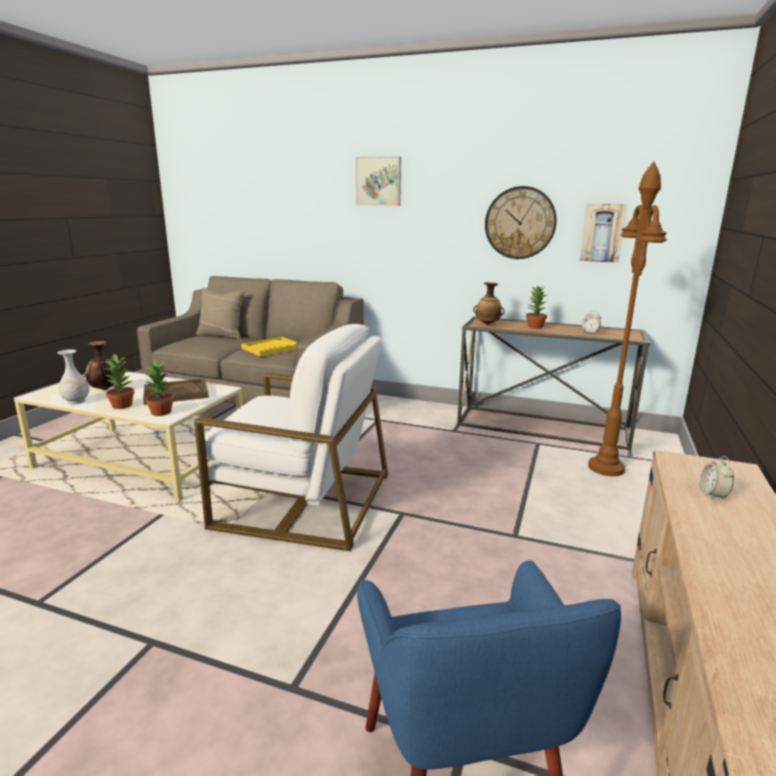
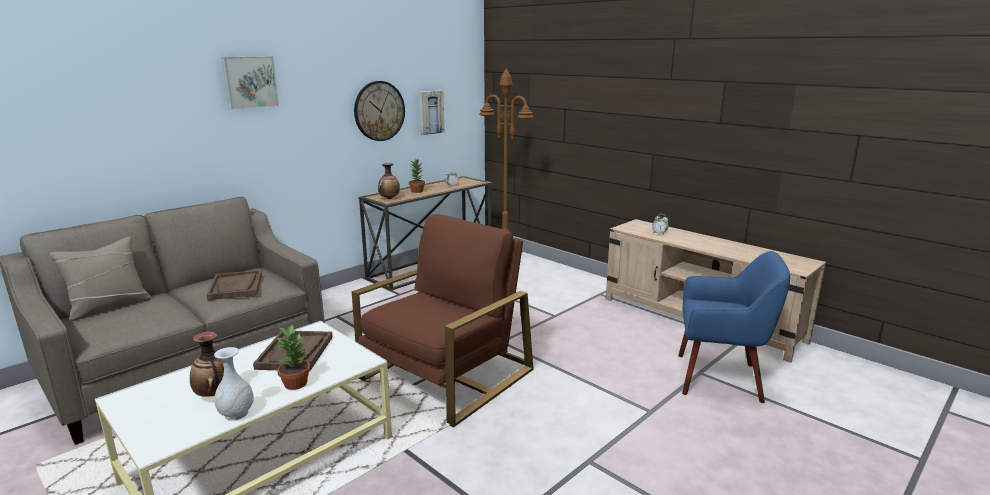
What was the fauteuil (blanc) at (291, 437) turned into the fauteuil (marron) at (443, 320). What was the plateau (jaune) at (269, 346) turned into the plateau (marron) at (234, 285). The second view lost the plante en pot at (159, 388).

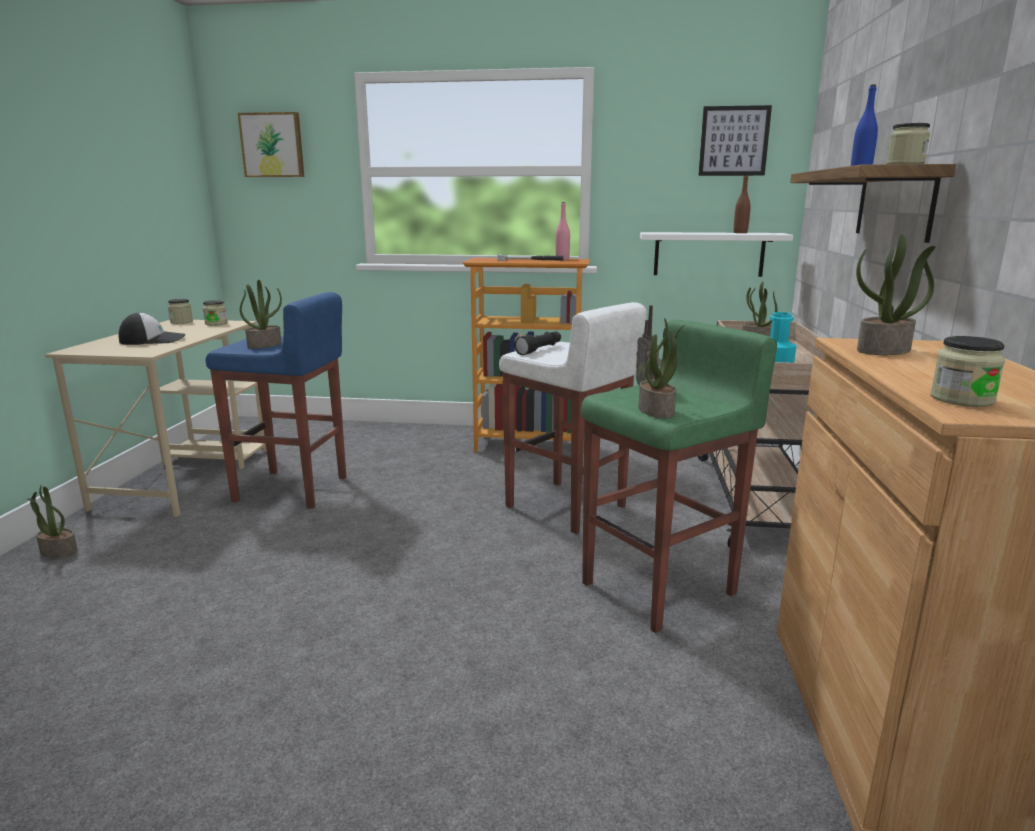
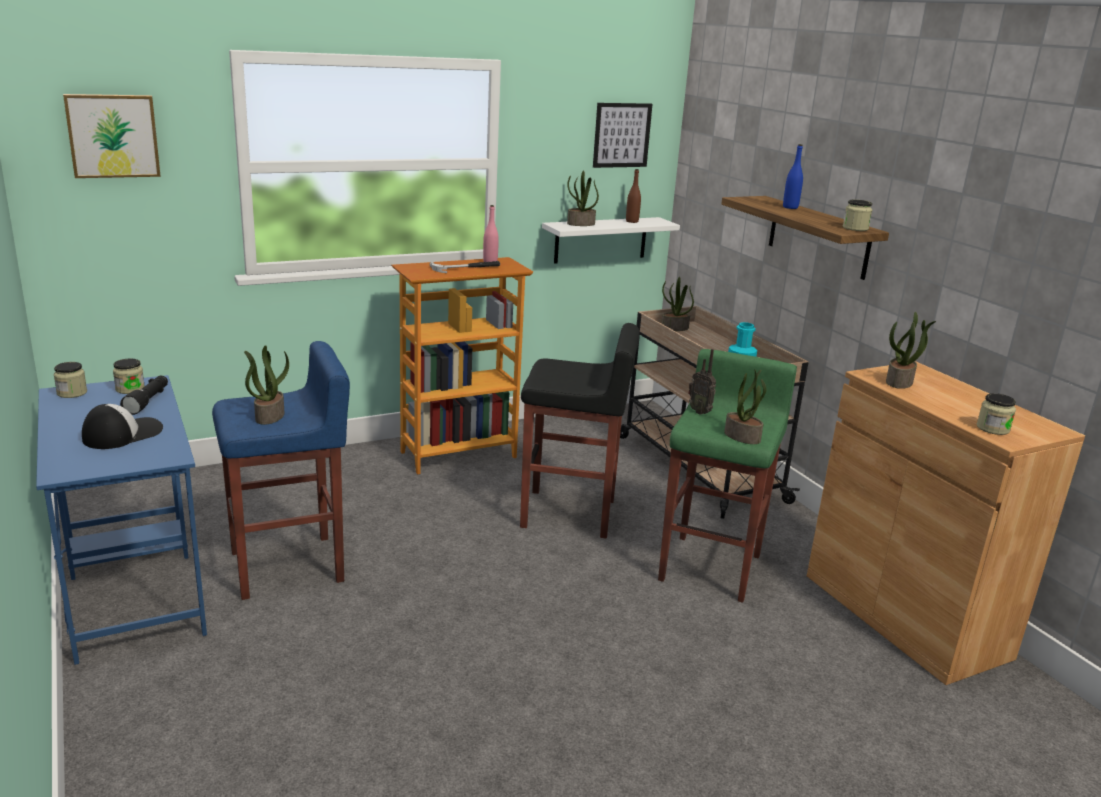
What was the tabouret (blanc) at (572, 418) turned into the tabouret (noir) at (579, 431). What was the bureau (beige) at (156, 418) turned into the bureau (bleu) at (121, 520). The lampe de poche (noir) ended up elsewhere, having gone from (537, 343) to (144, 395). The plante en pot ended up elsewhere, having gone from (52, 521) to (583, 198).

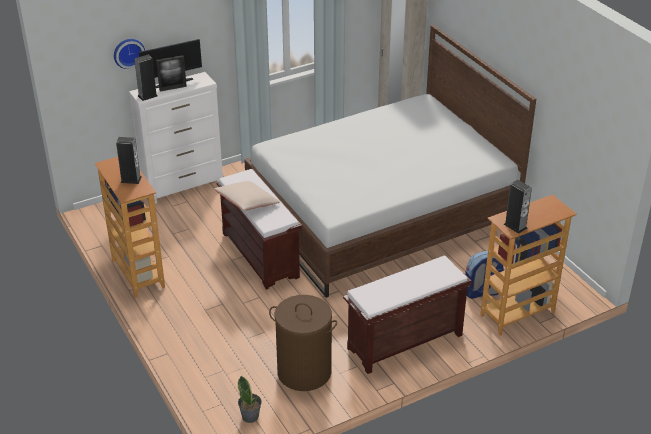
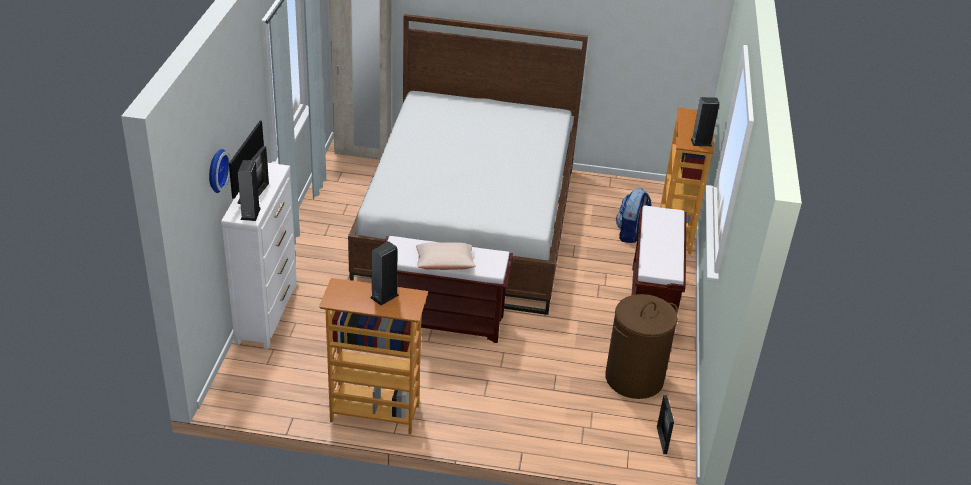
Where the plante en pot stood at (250, 399), the cadre photo came to stand at (665, 424).

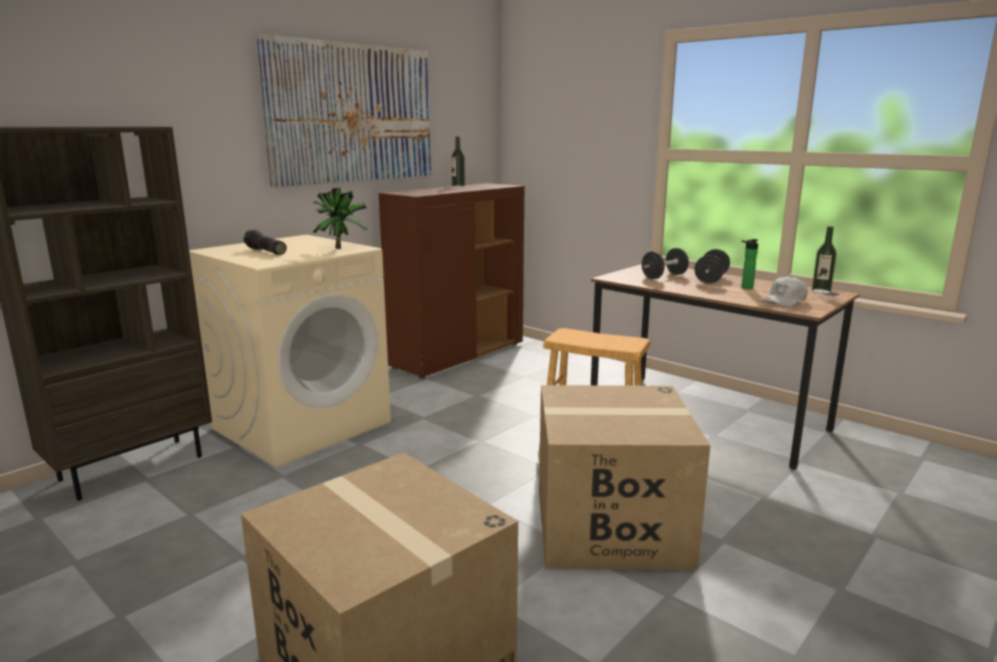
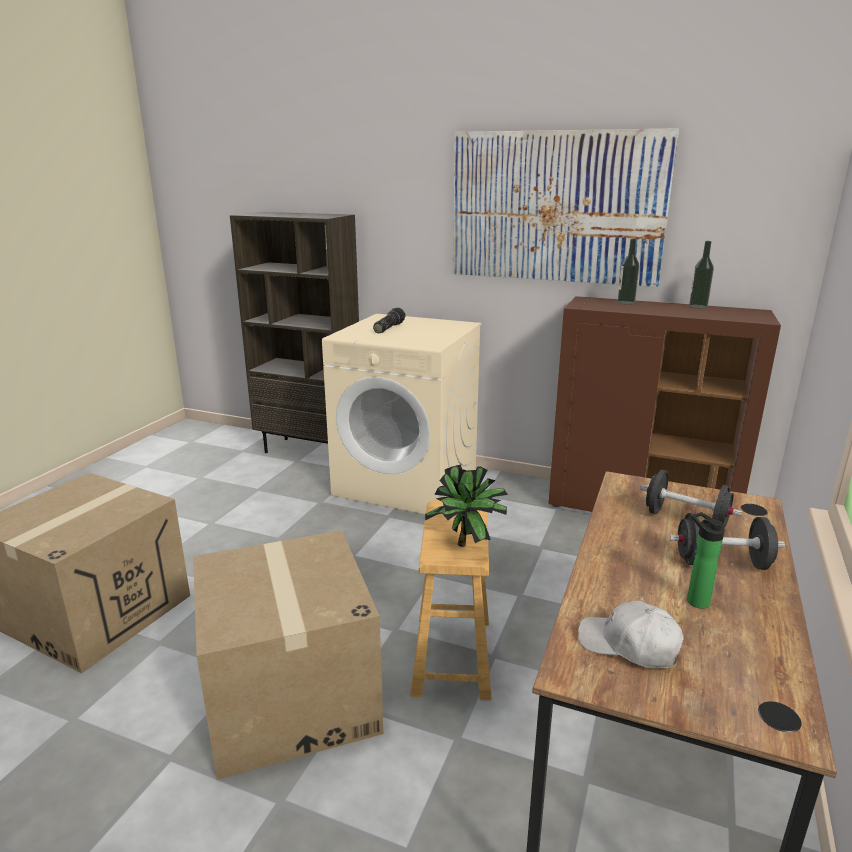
The plante en pot ended up elsewhere, having gone from (339, 218) to (466, 506). The bouteille ended up elsewhere, having gone from (824, 260) to (628, 272).

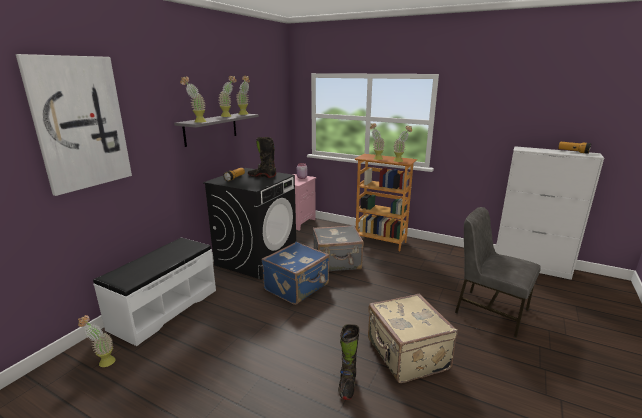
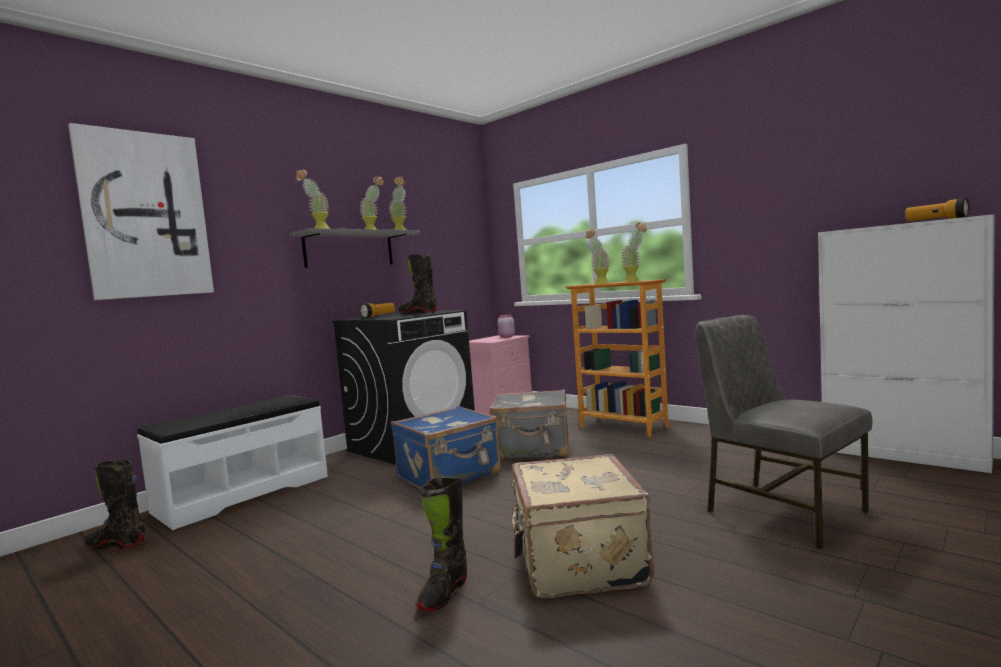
Where the plante en pot stood at (97, 341), the botte (noir) came to stand at (114, 504).

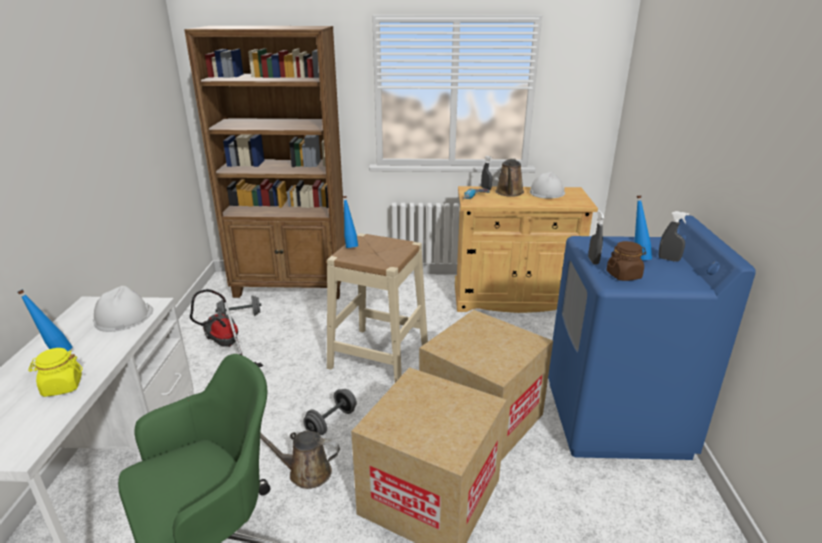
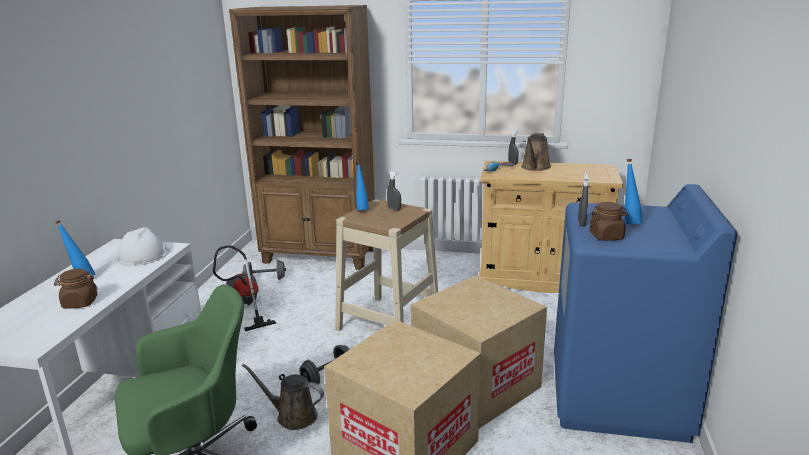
The second view lost the casque de chantier (blanc) at (547, 185). The vaporisateur (gris) ended up elsewhere, having gone from (674, 236) to (394, 190). What was the bocal (jaune) at (55, 372) turned into the bocal (marron) at (76, 288).

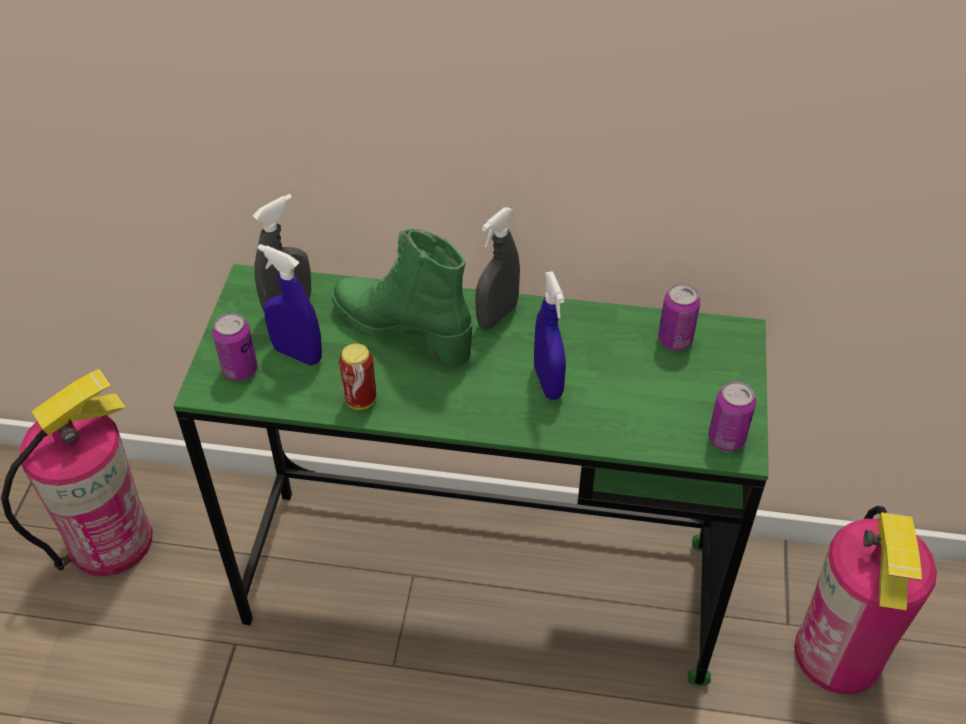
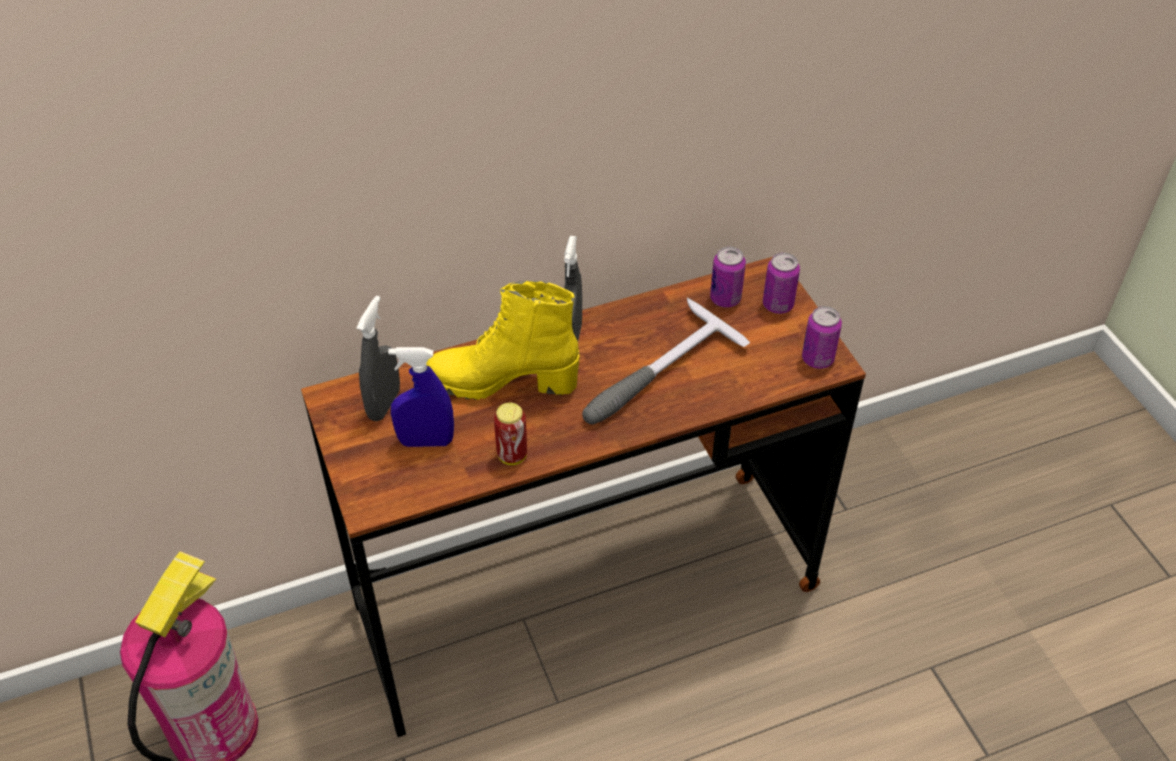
What was the botte (vert) at (402, 298) turned into the botte (jaune) at (503, 340). What was the bureau (vert) at (471, 475) turned into the bureau (marron) at (583, 497). Where the vaporisateur (bleu) stood at (550, 335), the marteau came to stand at (666, 361). The boîte métallique ended up elsewhere, having gone from (235, 347) to (781, 283). The second view lost the extincteur at (865, 600).

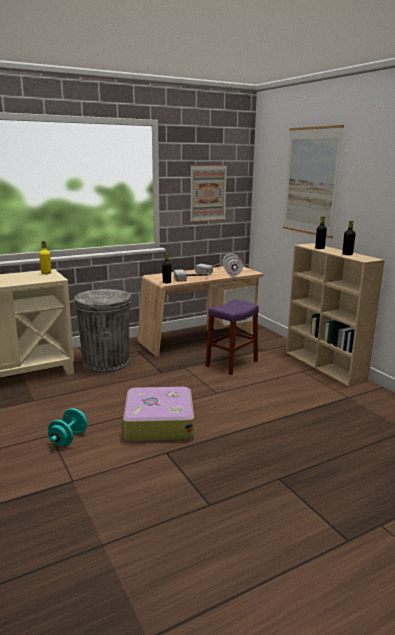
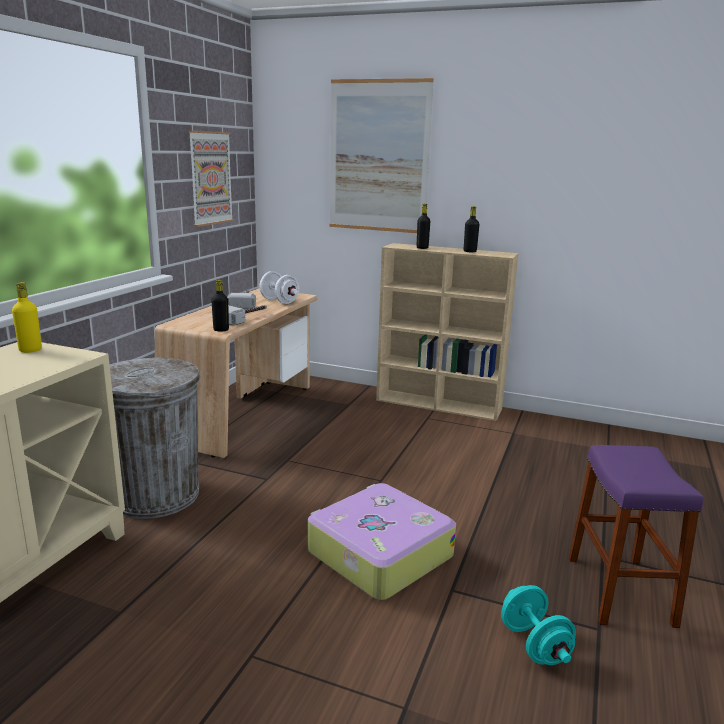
The tabouret (violet) ended up elsewhere, having gone from (232, 337) to (636, 536). The haltère (turquoise) ended up elsewhere, having gone from (67, 427) to (538, 625).

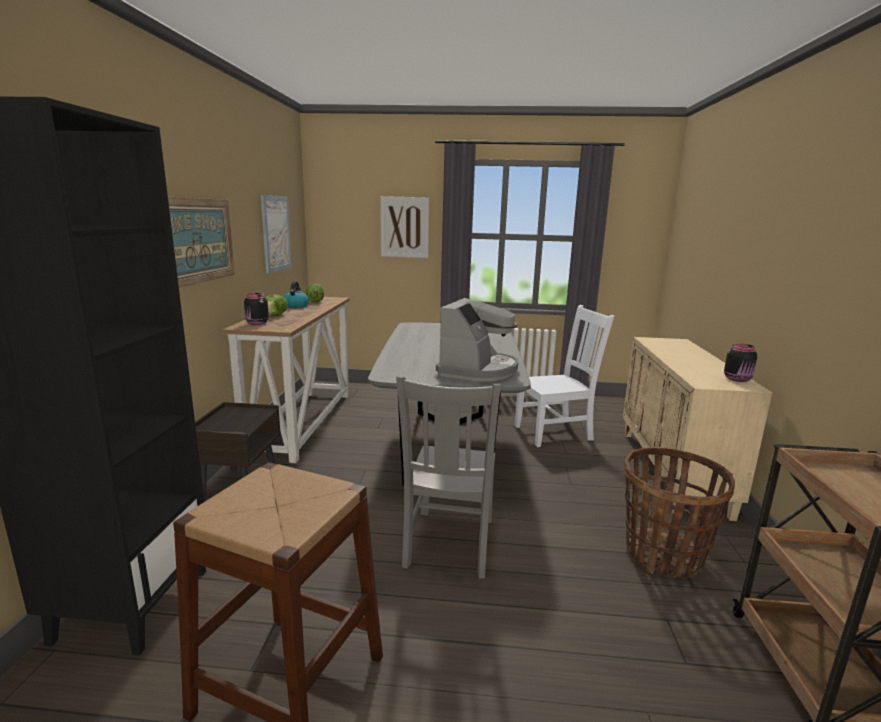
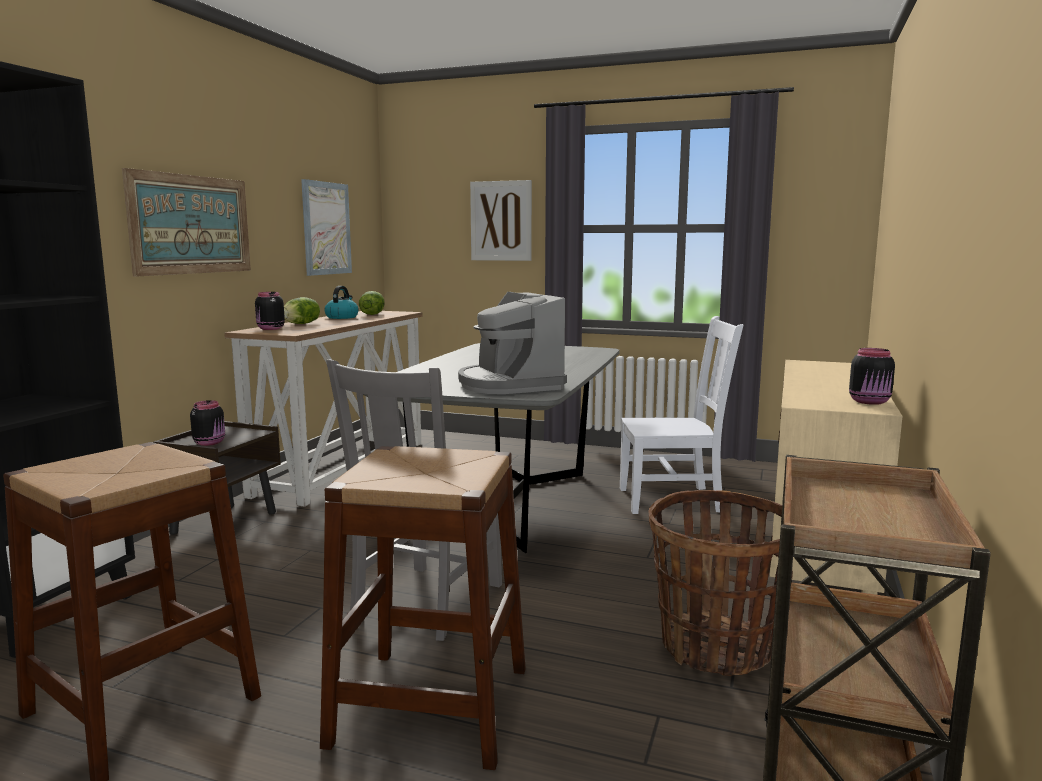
The machine à café at (477, 340) ended up facing another way, 120 degrees clockwise from before. The second view gained the bocal (noir) at (207, 423). The second view gained the tabouret (marron) at (423, 608).

